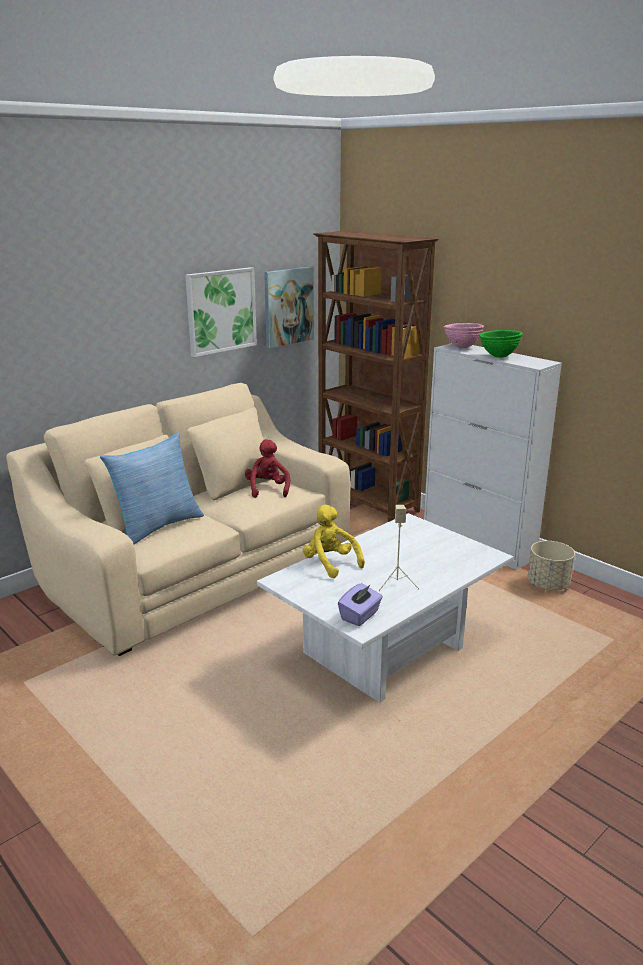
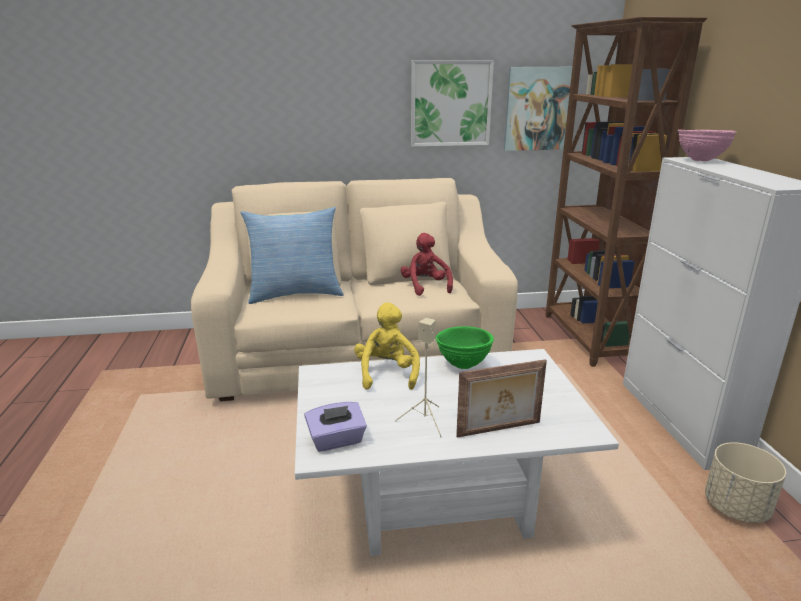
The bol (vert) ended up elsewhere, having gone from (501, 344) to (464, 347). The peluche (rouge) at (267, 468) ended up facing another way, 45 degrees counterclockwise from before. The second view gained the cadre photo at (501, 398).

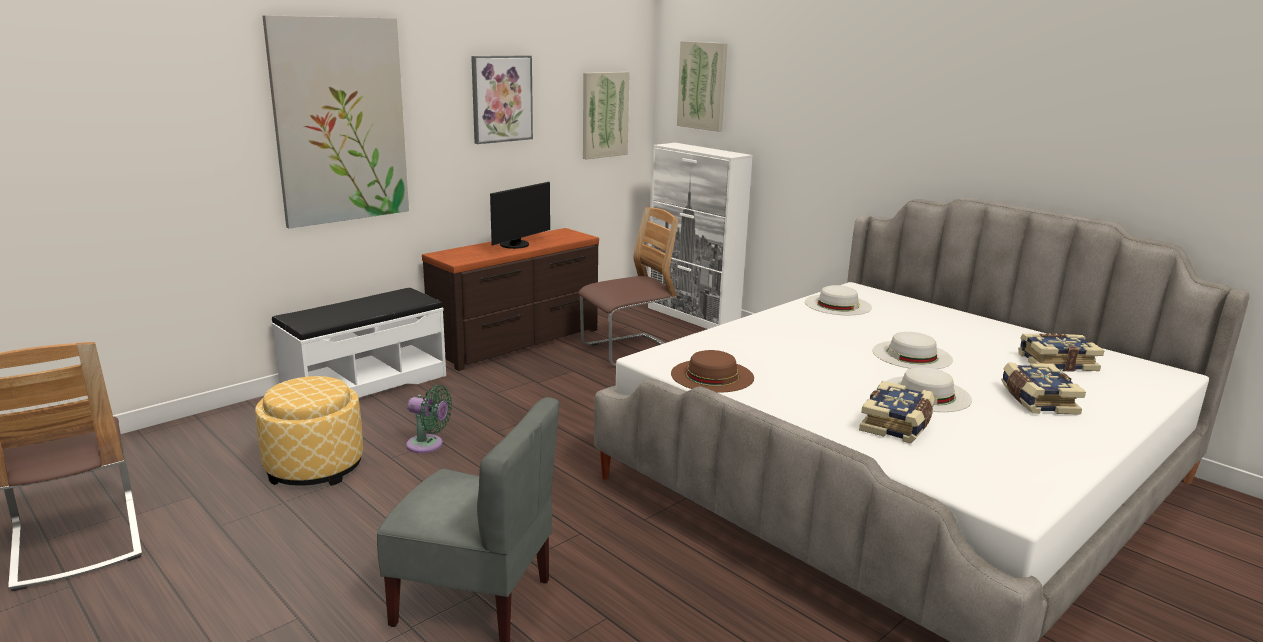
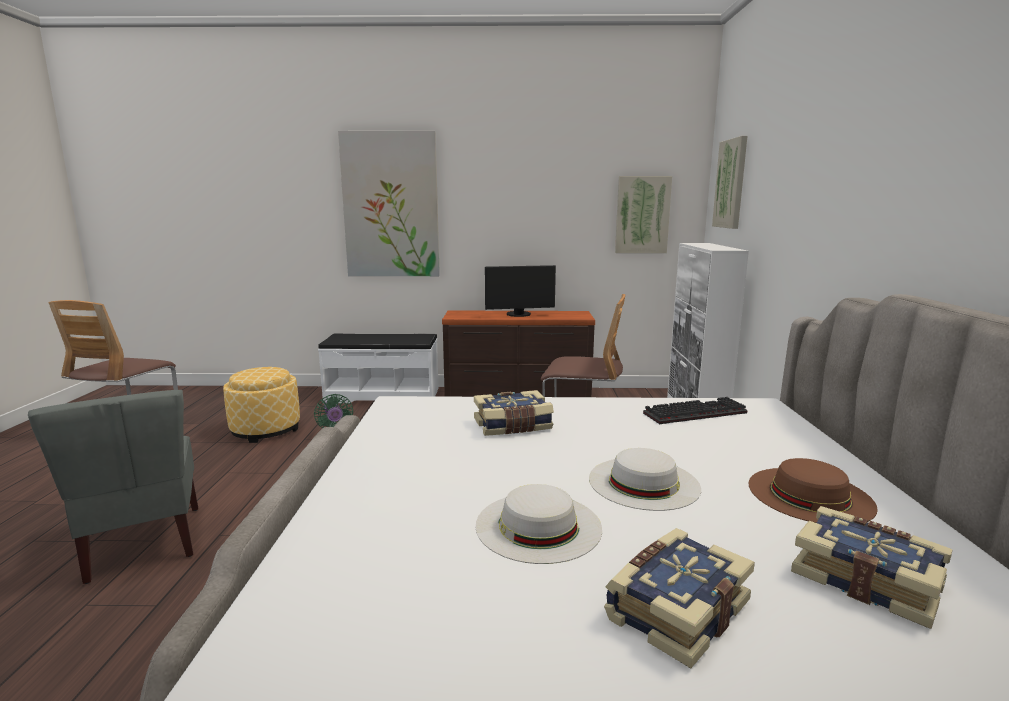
The second view lost the tableau at (502, 99). Where the chapeau (blanc) stood at (838, 300), the clavier came to stand at (695, 410). The chapeau (marron) ended up elsewhere, having gone from (712, 371) to (813, 490). The livre ended up elsewhere, having gone from (897, 412) to (514, 413).

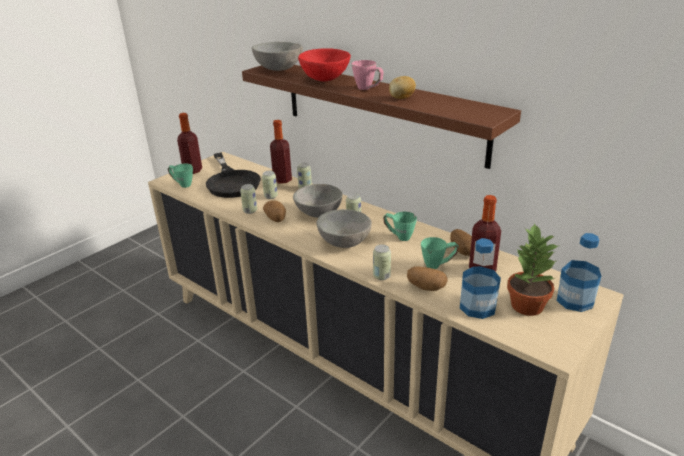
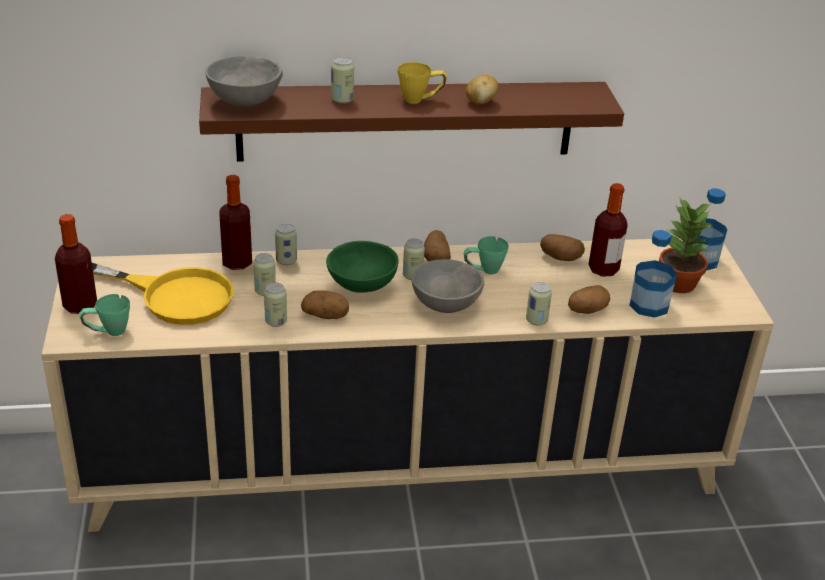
Where the bol (rouge) stood at (324, 65), the boîte métallique came to stand at (342, 80). What was the mug (rose) at (367, 75) turned into the mug (jaune) at (422, 83). What was the poêle (noir) at (233, 175) turned into the poêle (jaune) at (163, 294). What was the bol (gris) at (318, 201) turned into the bol (vert) at (362, 267). The second view lost the mug (vert) at (440, 253). The second view gained the pomme de terre at (437, 246).

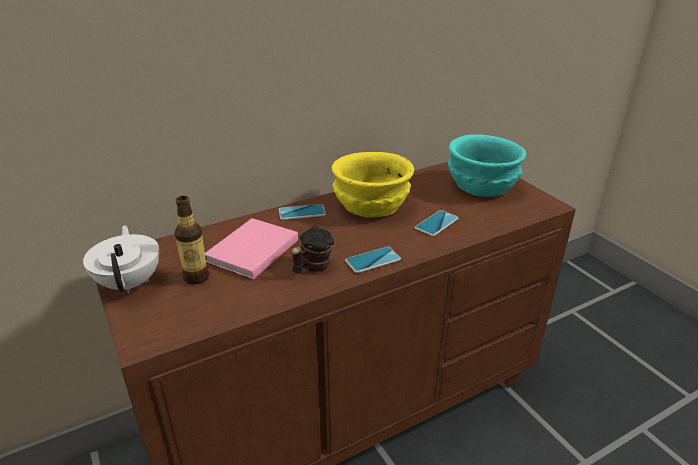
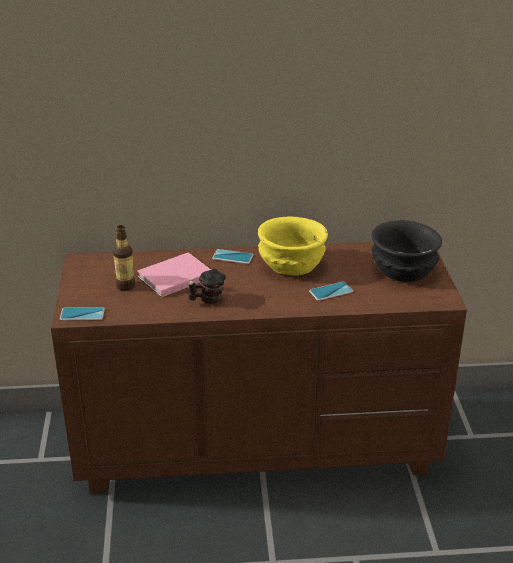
What was the bol (turquoise) at (487, 165) turned into the bol (noir) at (406, 251). The second view lost the théière (blanc) at (121, 259). The téléphone ended up elsewhere, having gone from (373, 260) to (82, 314).

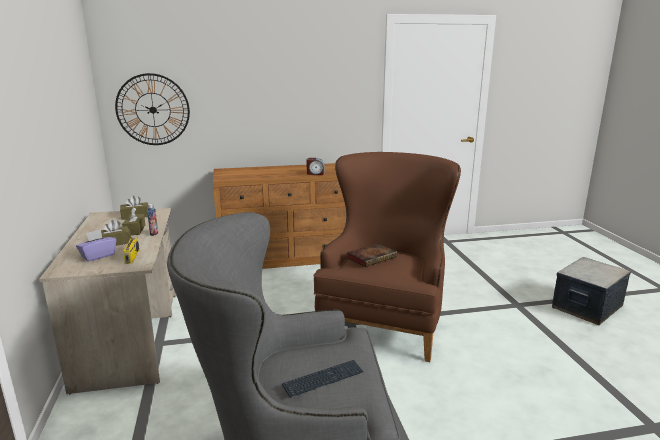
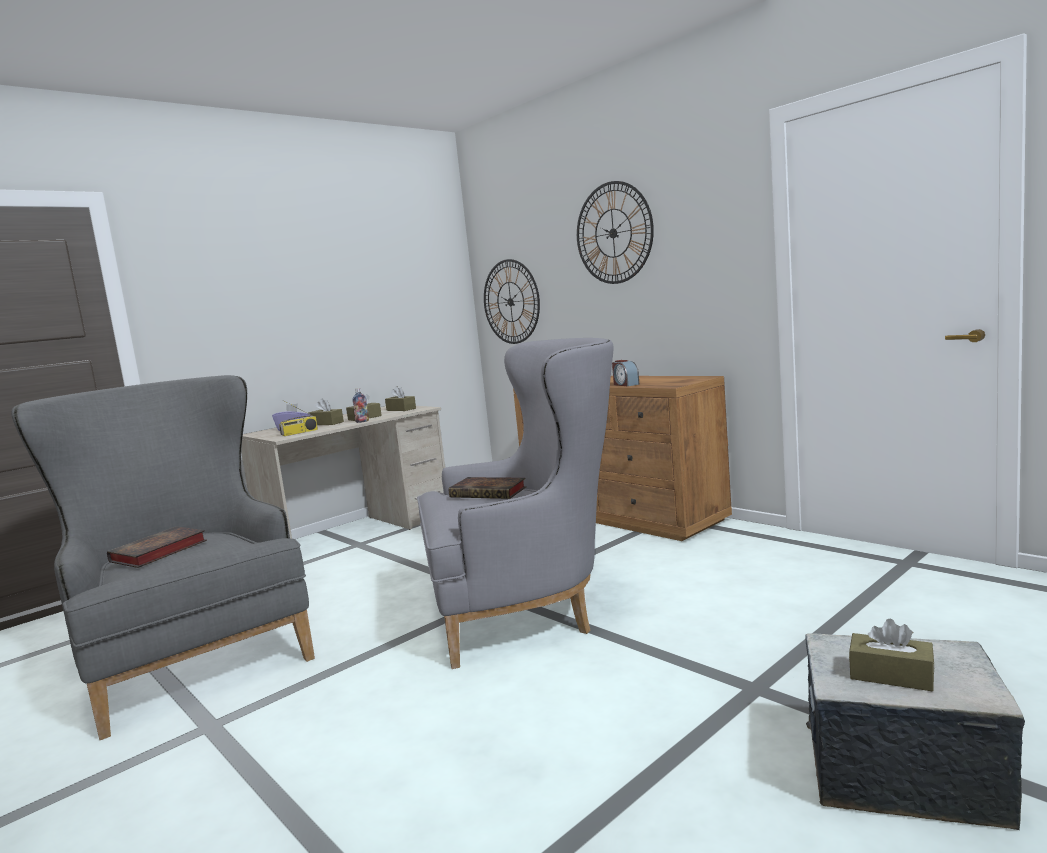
What was the fauteuil (marron) at (387, 257) turned into the fauteuil (gris) at (515, 503). Where the clavier stood at (323, 379), the livre came to stand at (157, 547). The second view gained the horloge murale at (615, 232). The second view gained the boîte à mouchoirs (marron) at (892, 655).

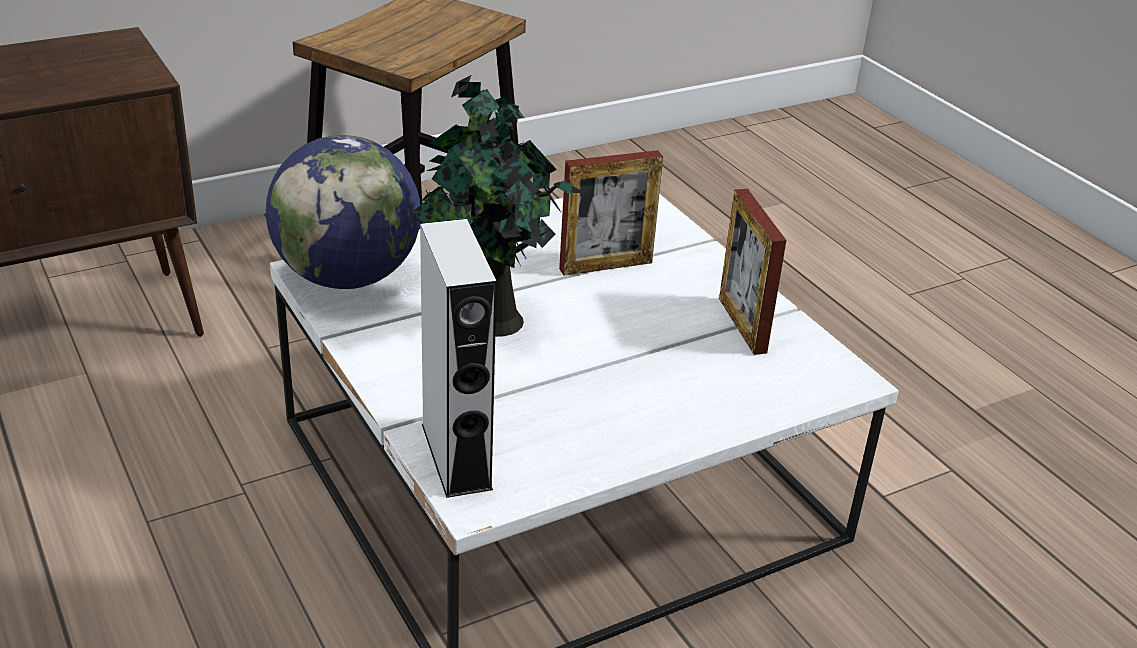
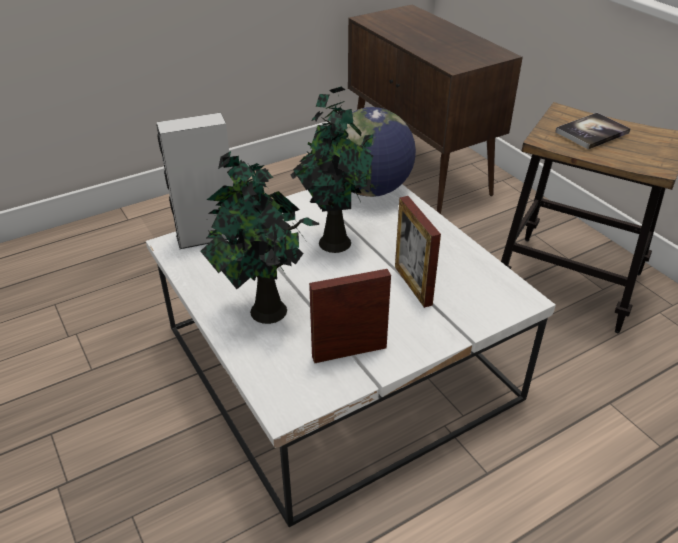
The second view gained the livre at (593, 131). The second view gained the plante en pot at (259, 237).

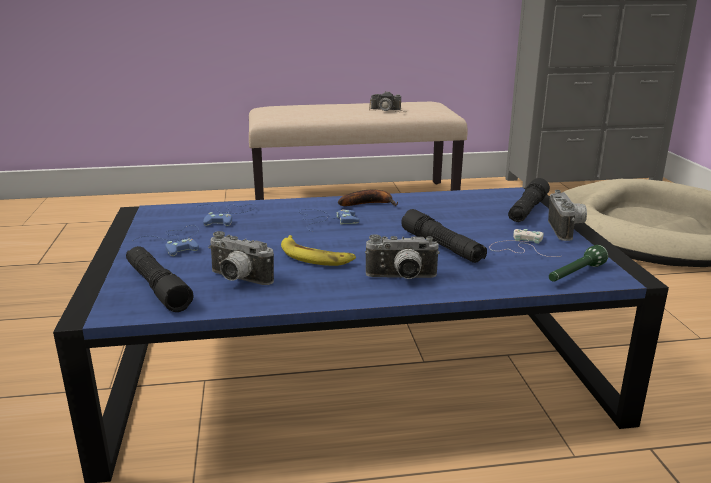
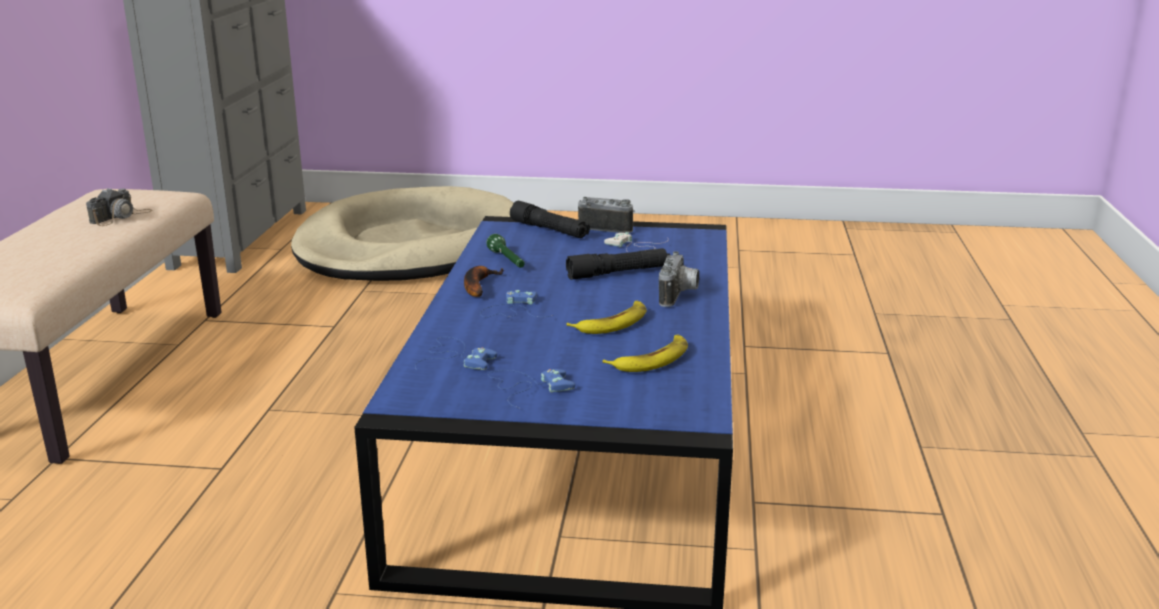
Where the appareil photo stood at (241, 258), the banane came to stand at (645, 353). The lampe de poche (vert) ended up elsewhere, having gone from (578, 263) to (505, 251). The second view lost the lampe de poche (noir) at (159, 279).

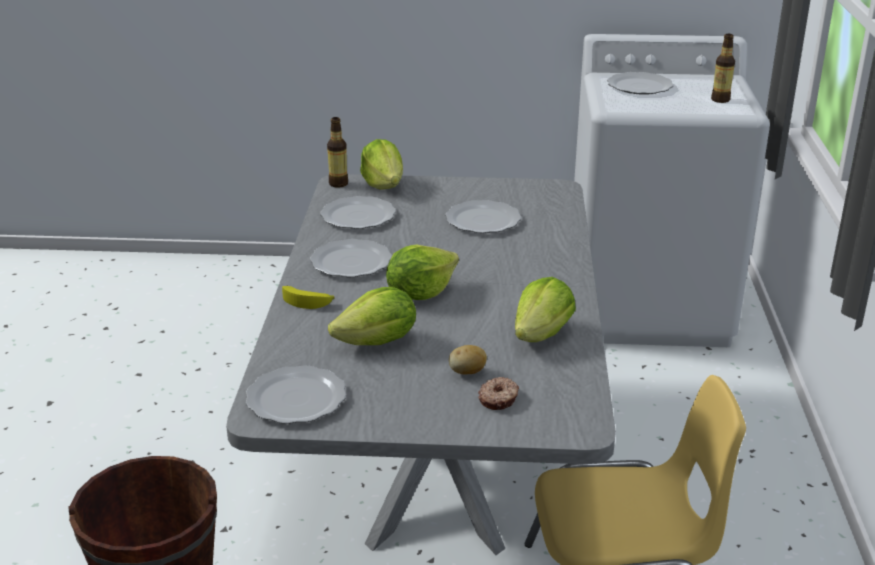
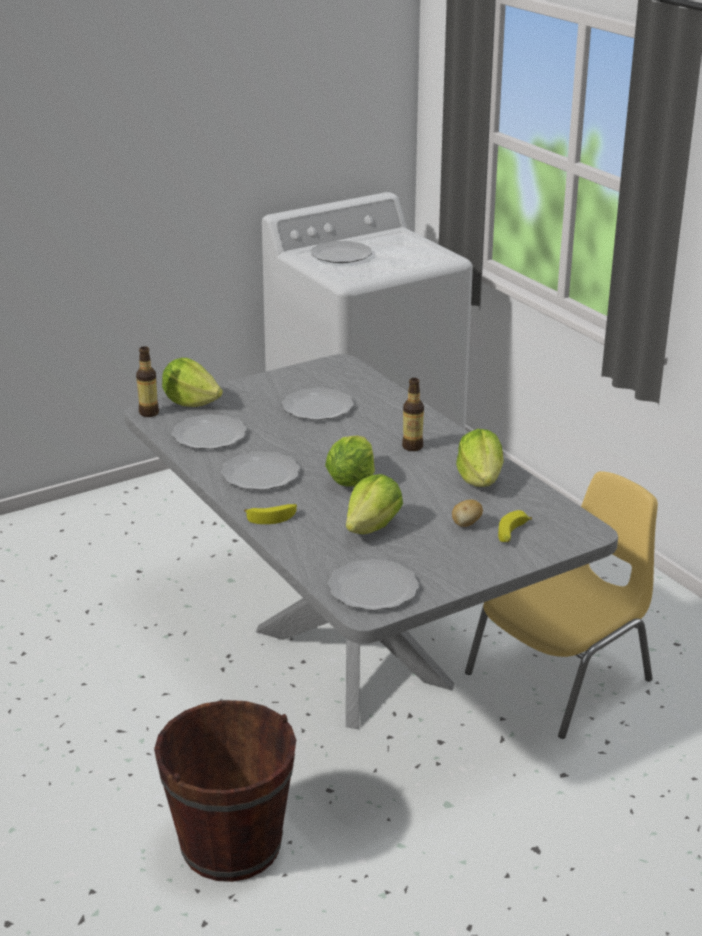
The bouteille ended up elsewhere, having gone from (723, 68) to (413, 414). Where the beignet stood at (498, 393), the banane came to stand at (515, 526).

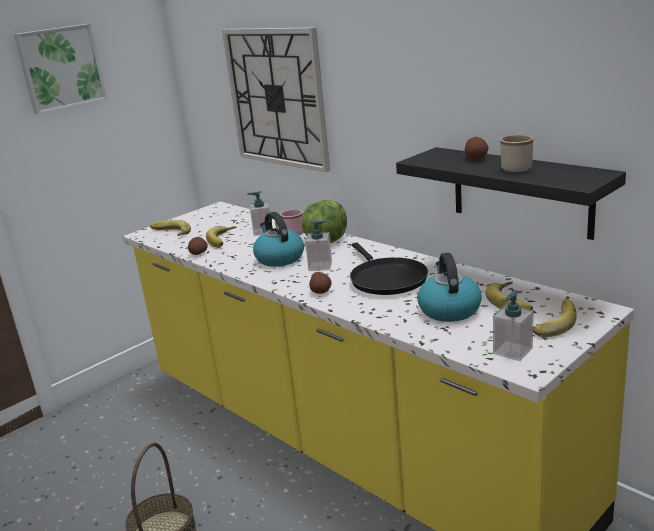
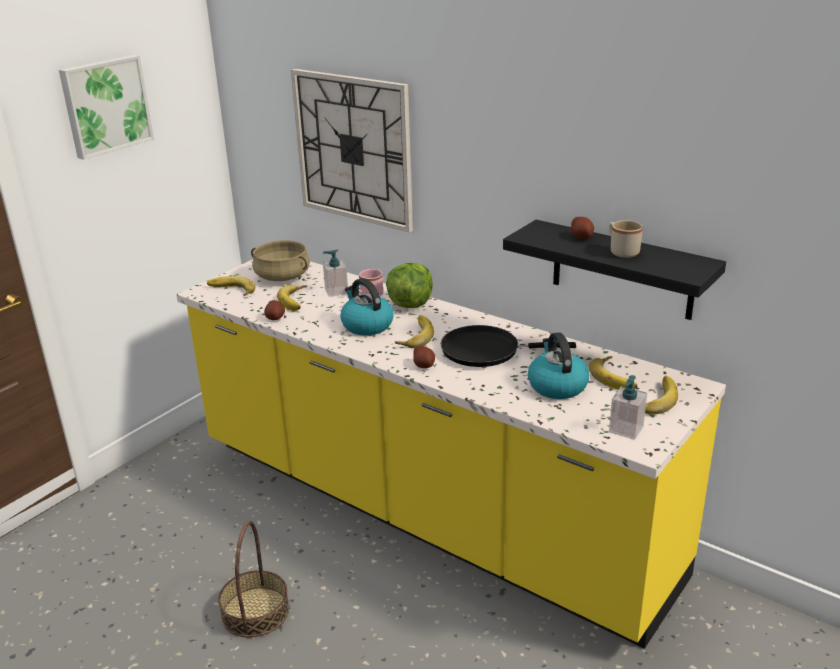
Where the distributeur de savon stood at (318, 245), the banane came to stand at (414, 331). The poêle (noir) at (389, 269) ended up facing another way, 120 degrees clockwise from before. The second view gained the marmite (beige) at (280, 260).

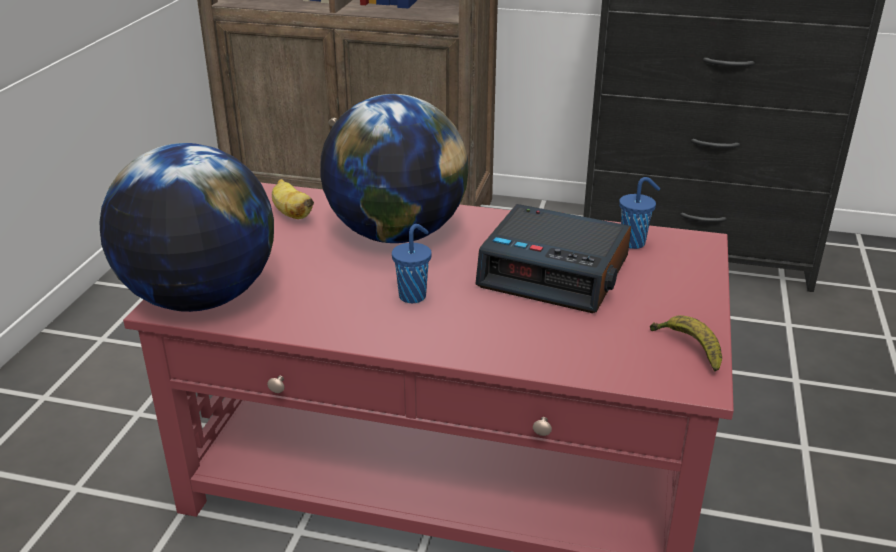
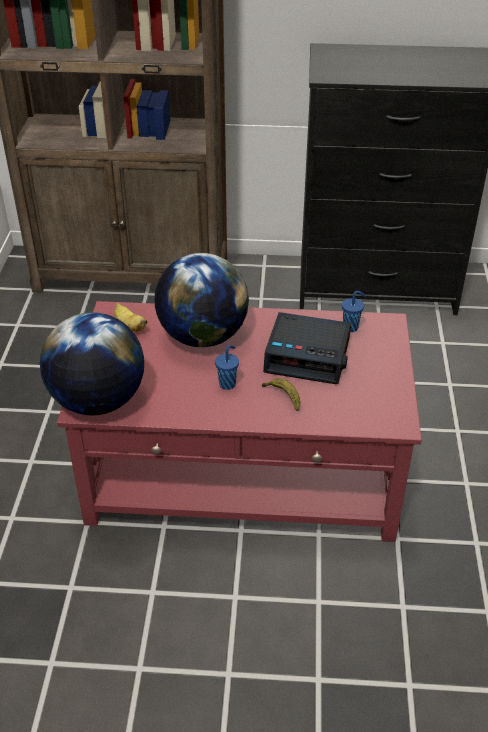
The banane ended up elsewhere, having gone from (686, 343) to (281, 394).

